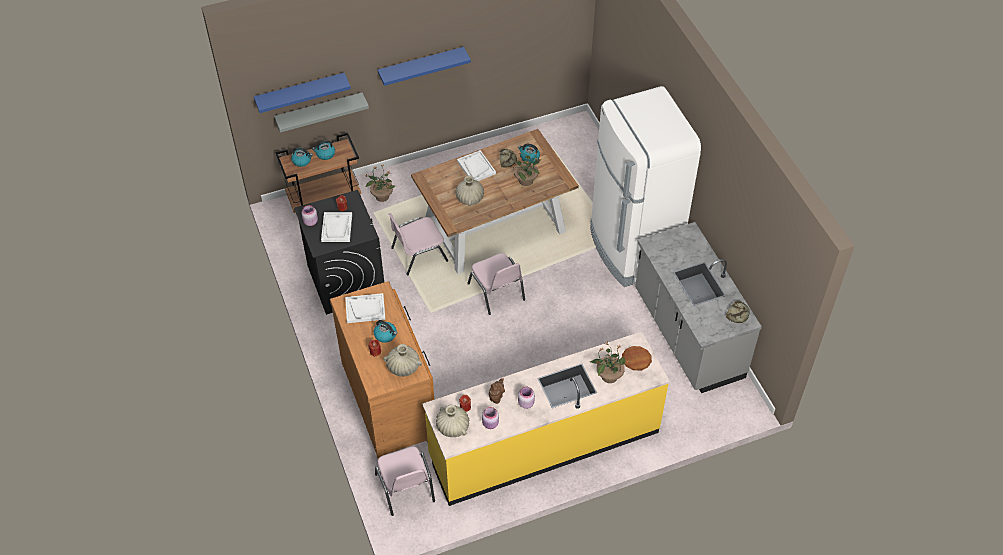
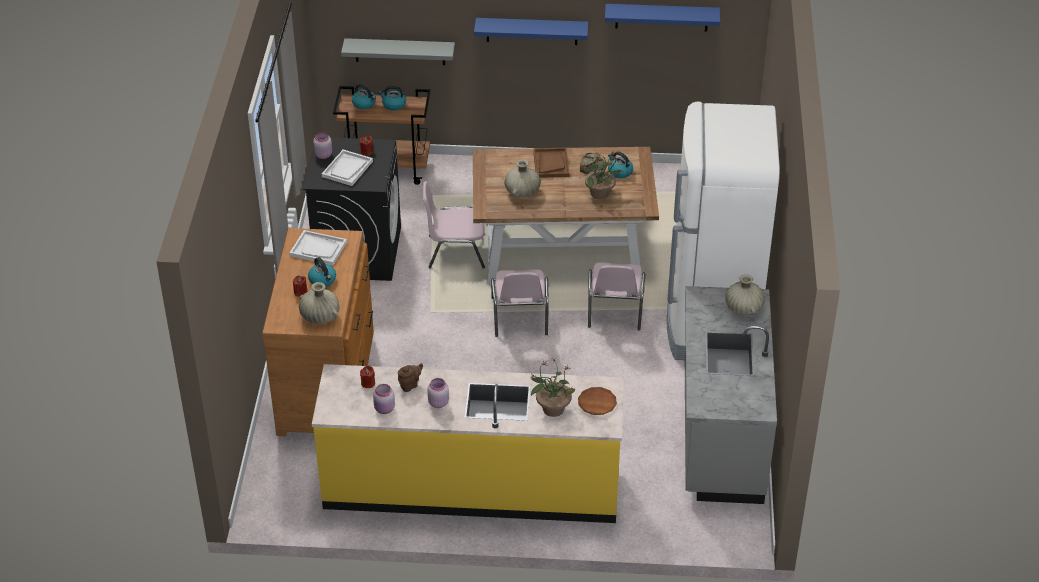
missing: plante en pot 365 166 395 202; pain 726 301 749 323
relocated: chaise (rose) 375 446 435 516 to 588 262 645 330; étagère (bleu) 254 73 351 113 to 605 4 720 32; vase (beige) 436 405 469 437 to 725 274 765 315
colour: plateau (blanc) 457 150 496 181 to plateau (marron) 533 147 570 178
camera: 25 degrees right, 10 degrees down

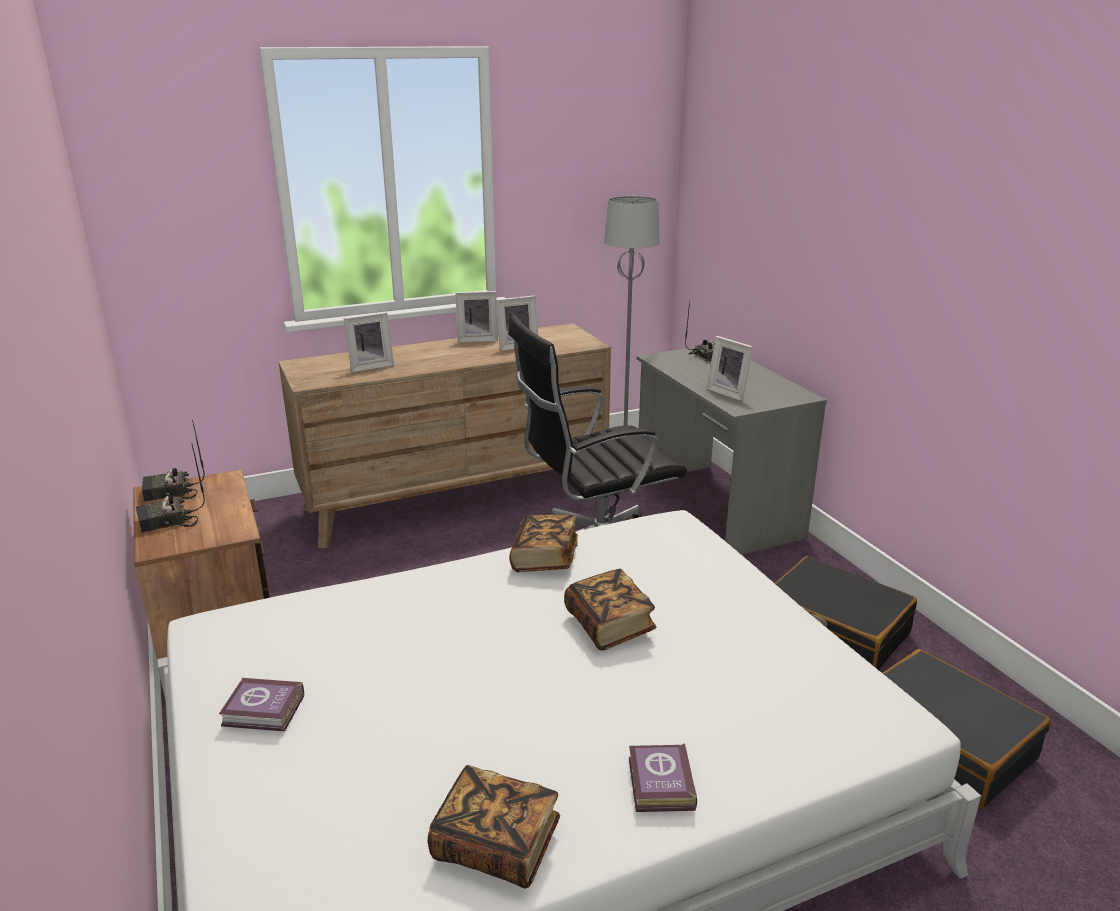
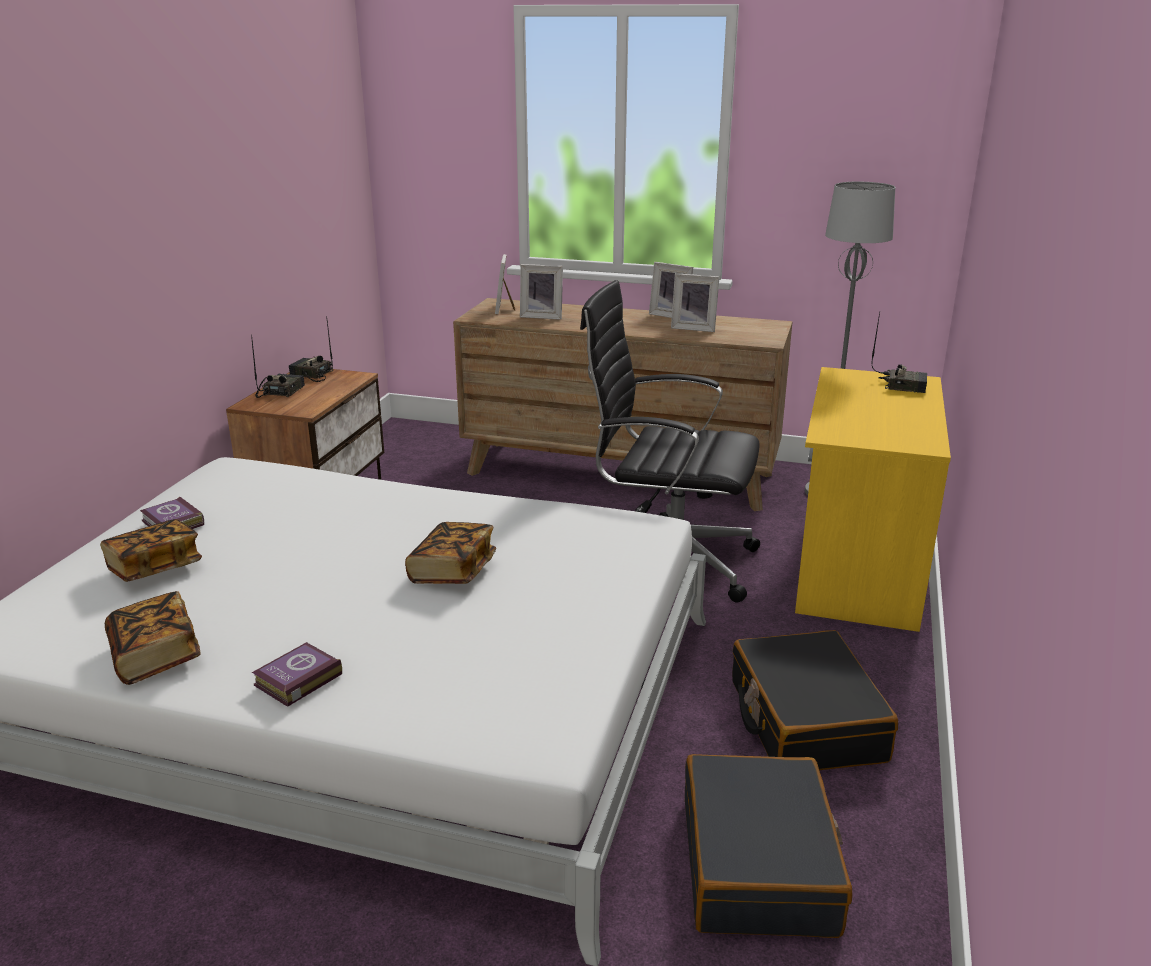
relocated: livre 510 514 578 572 to 100 519 202 582; cadre photo 707 336 753 401 to 495 254 515 315
colour: bureau (gris) 636 347 827 555 to bureau (jaune) 795 367 951 632
spun: radio 136 443 205 532 = 251 335 305 398 90 degrees clockwise
camera: 40 degrees right, 0 degrees up

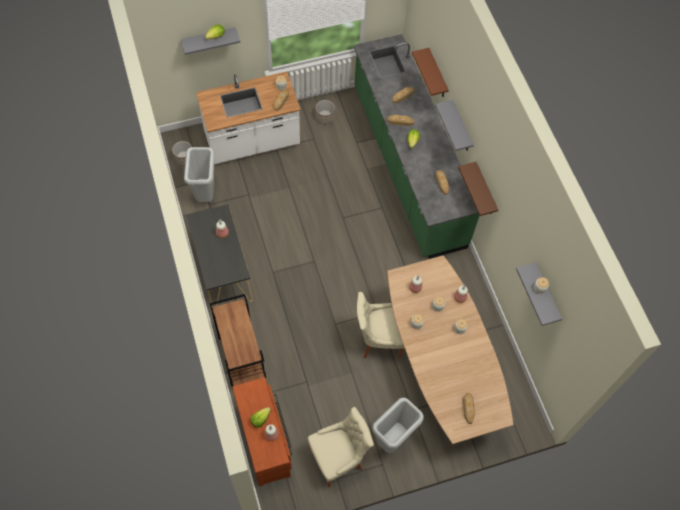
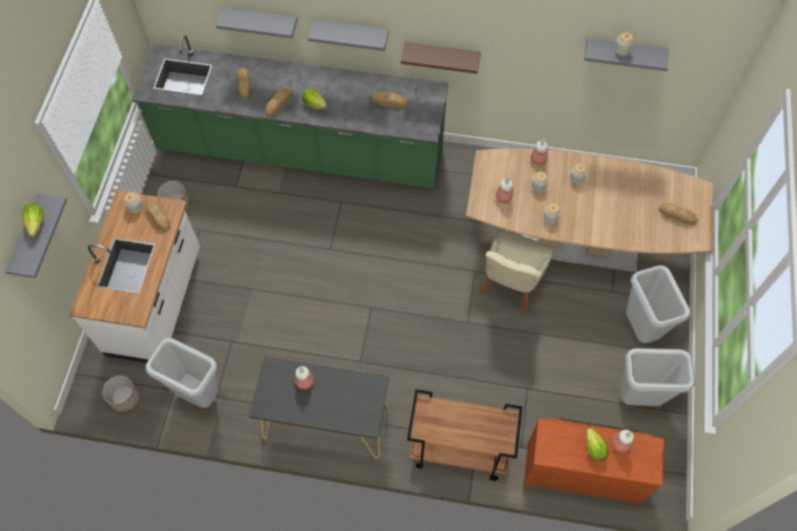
exchanged: chaise (beige) 308 407 374 488 to poubelle (gris) 620 348 695 406
colour: étagère (marron) 412 48 449 97 to étagère (gris) 216 7 298 38
camera: 60 degrees left, 0 degrees up

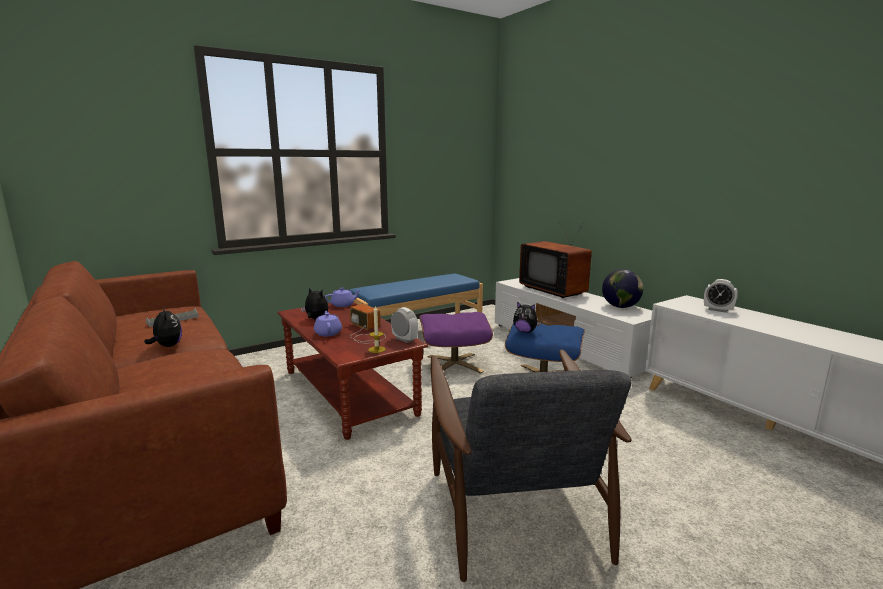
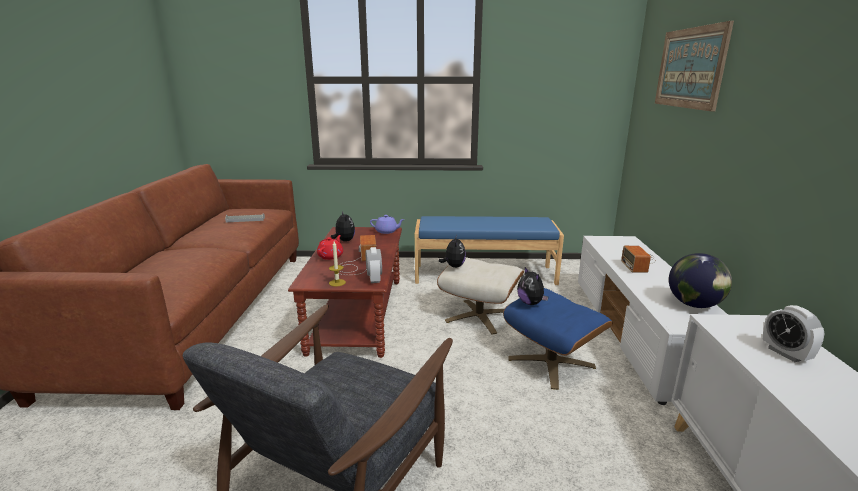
appeared: tableau 655 21 734 112
relocated: peluche 144 306 182 347 to 439 235 466 268
exchanged: téléviseur 519 222 592 298 to radio 621 246 656 273
colour: théière (violet) 314 311 342 336 to théière (rouge) 317 235 343 260; pouf (violet) 419 312 493 374 to pouf (beige) 437 257 524 335
camera: 35 degrees right, 5 degrees up

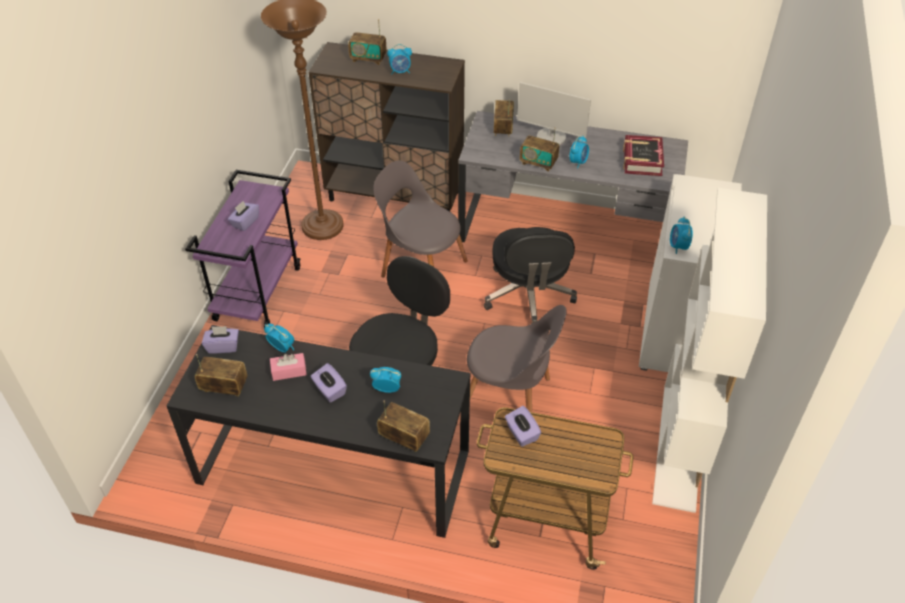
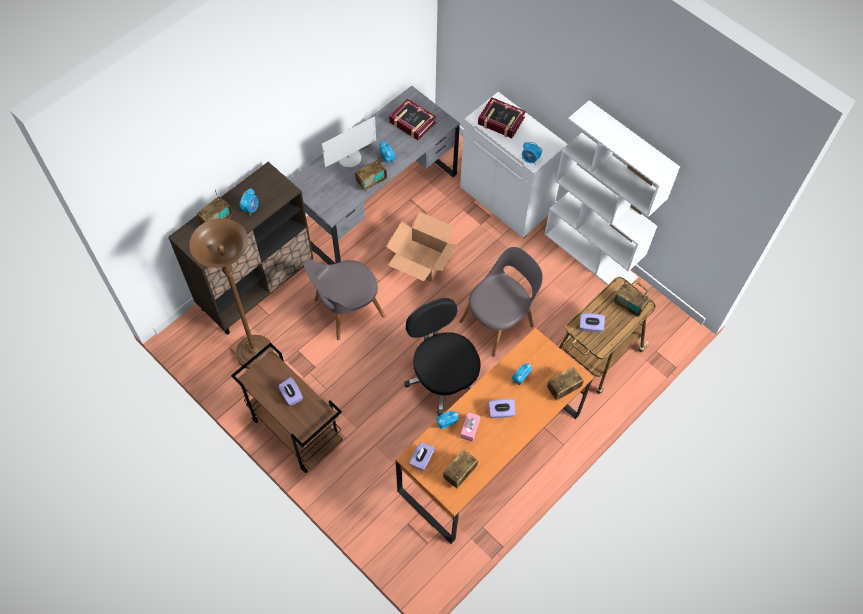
appeared: livre 478 97 526 138
relocated: radio 494 99 514 137 to 614 283 650 317
exchanged: chaise de bureau (noir) 484 227 577 324 to carton 386 212 457 282
colour: chariot (violet) 185 170 301 327 to chariot (marron) 231 343 343 473; bureau (noir) 167 325 471 538 to bureau (orange) 395 328 593 544
camera: 60 degrees left, 15 degrees up

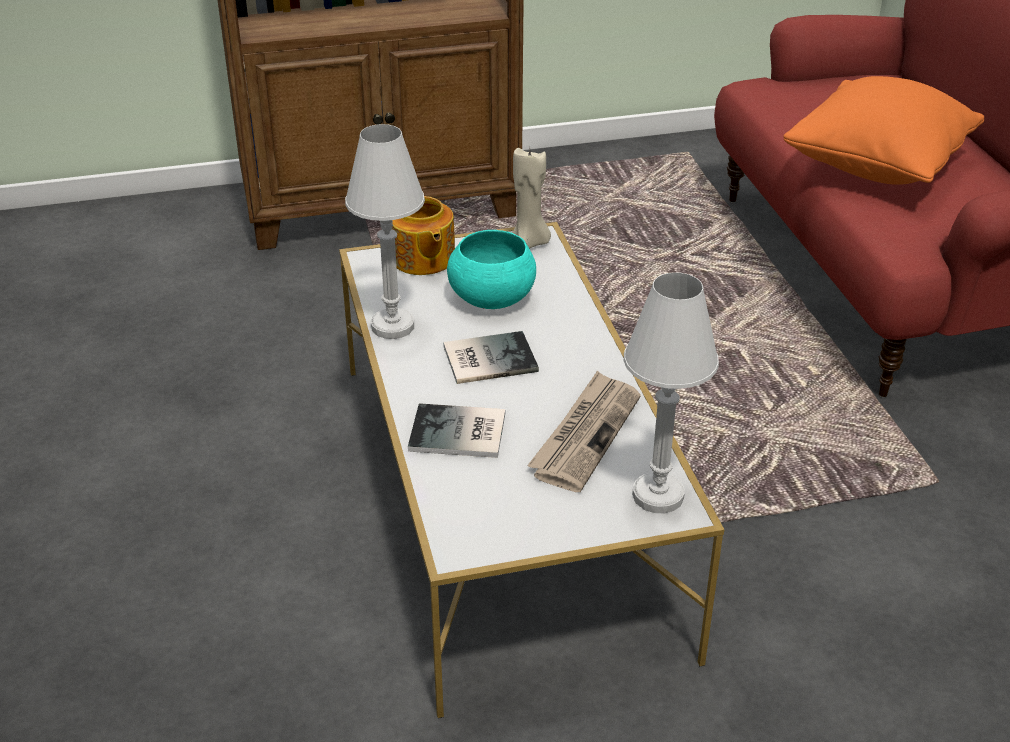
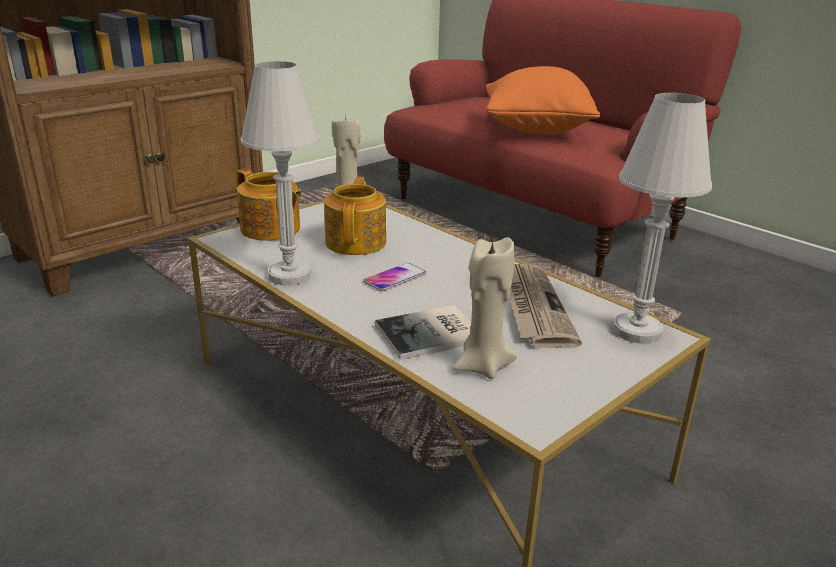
appeared: bougie (beige) 453 237 517 379
exchanged: bol (turquoise) 447 230 536 309 to théière 324 177 386 255; livre 443 331 539 384 to téléphone 363 263 426 291
camera: 30 degrees left, 10 degrees down

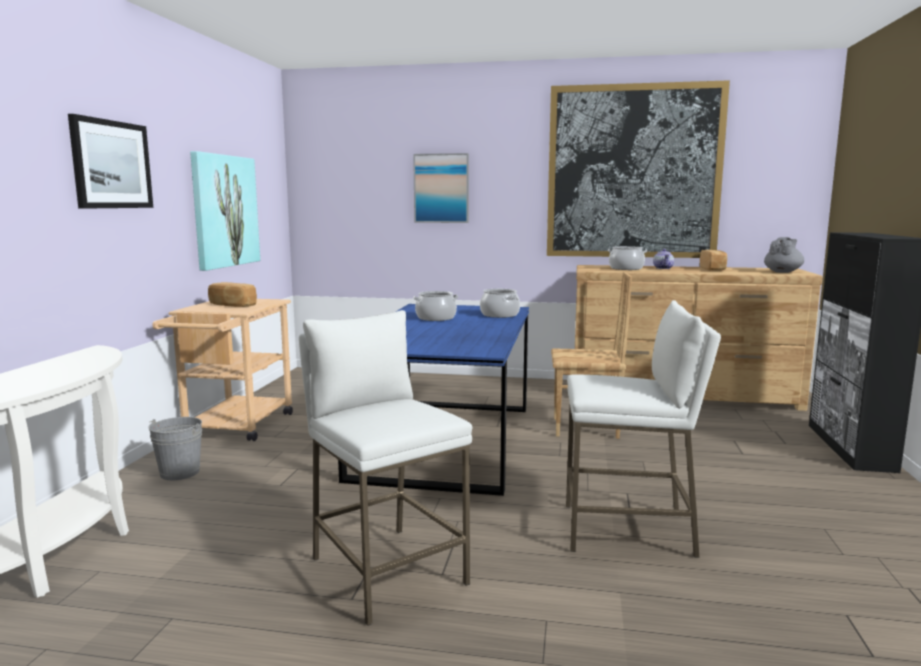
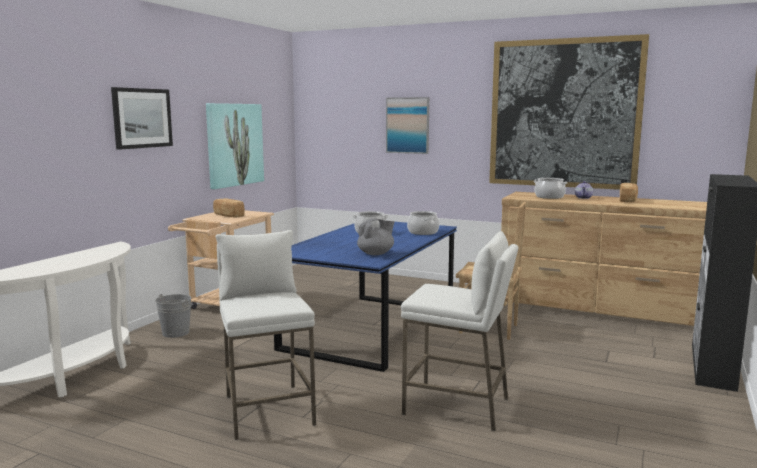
relocated: théière (gris) 764 237 804 273 to 357 218 395 255
camera: 15 degrees right, 0 degrees up

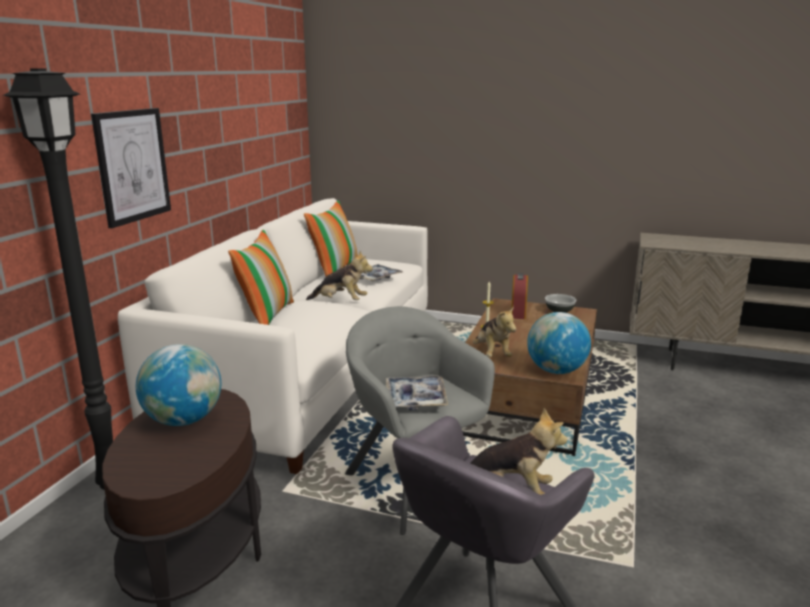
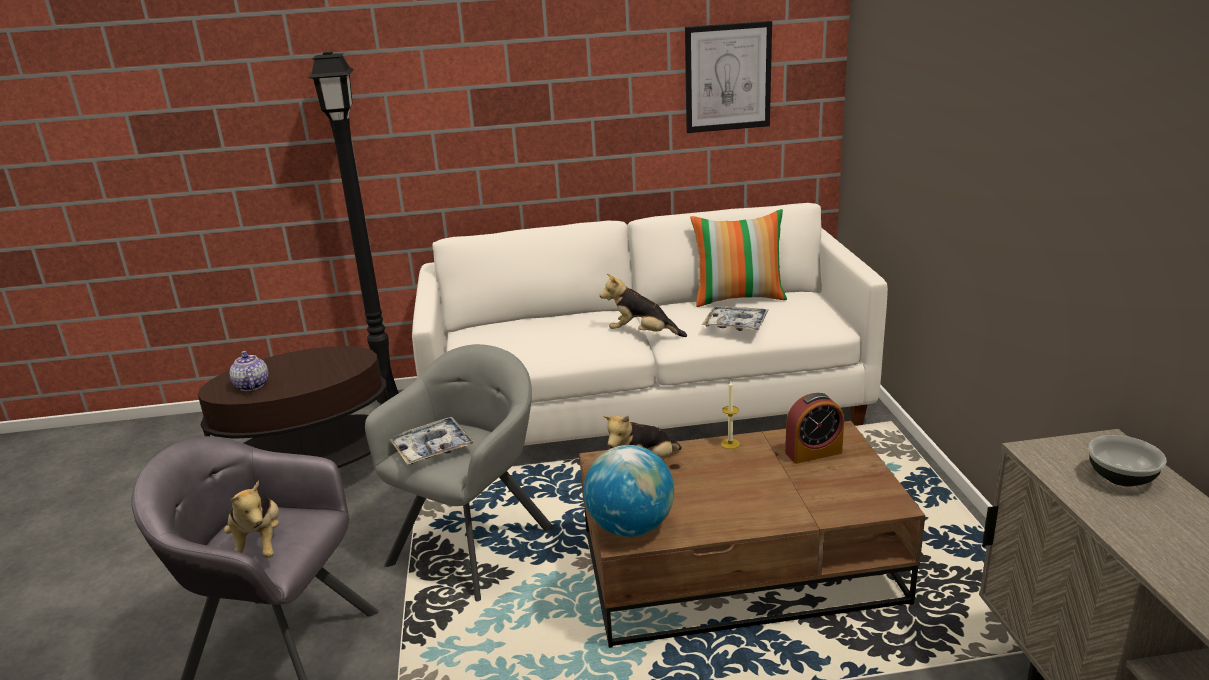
missing: globe 136 344 221 426; coussin 228 229 294 325
appeared: théière 229 351 269 391
relocated: tableau 91 108 171 228 to 685 21 772 133; bol 545 294 576 313 to 1088 435 1167 487
spun: peluche 306 251 373 300 = 600 273 687 337 120 degrees clockwise
camera: 65 degrees right, 5 degrees up

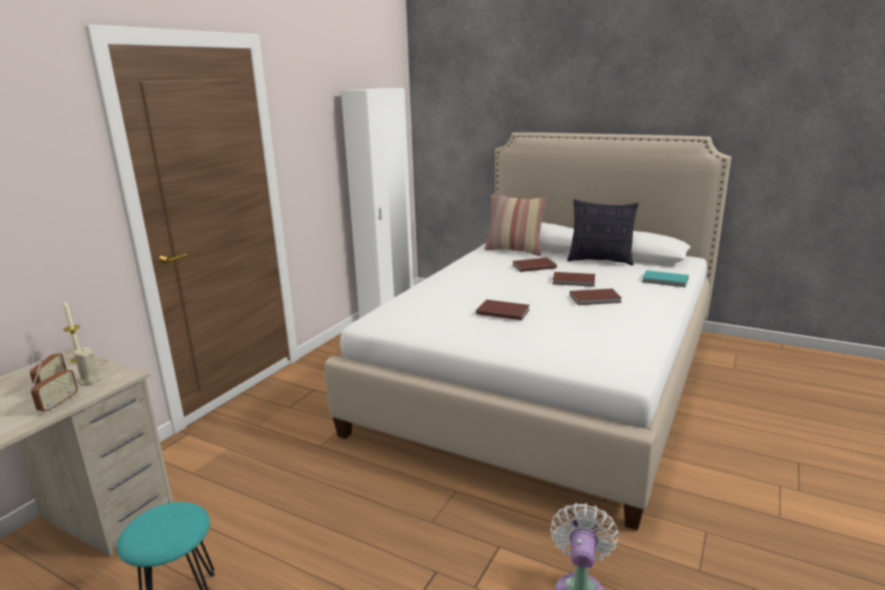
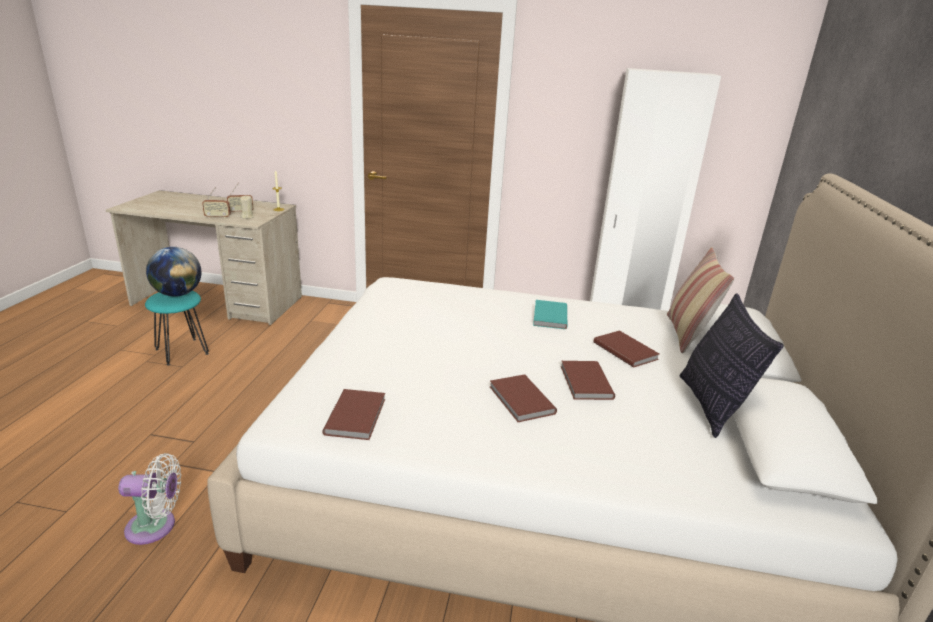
appeared: globe 146 247 201 297
relocated: livre (marron) 476 299 530 320 to 322 389 385 440; livre (turquoise) 642 270 689 287 to 533 300 567 329
camera: 70 degrees right, 5 degrees up

